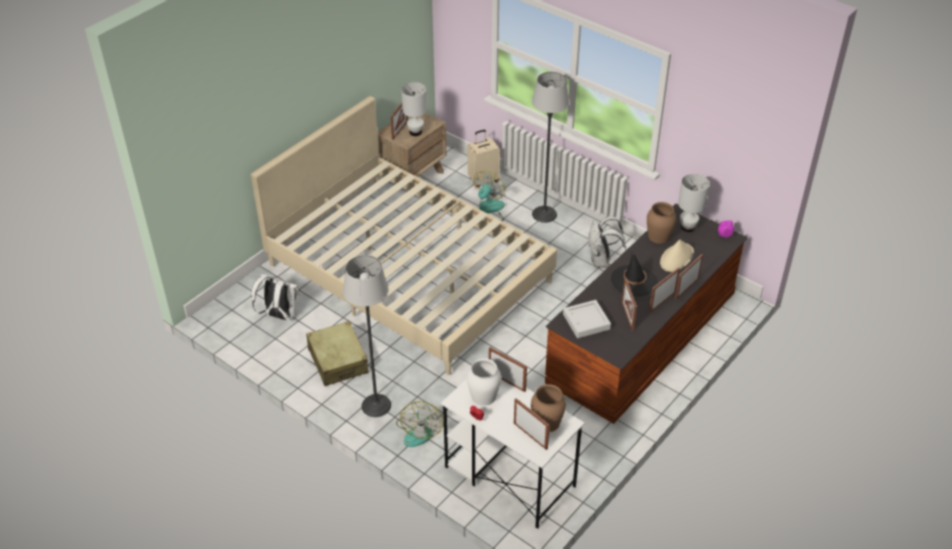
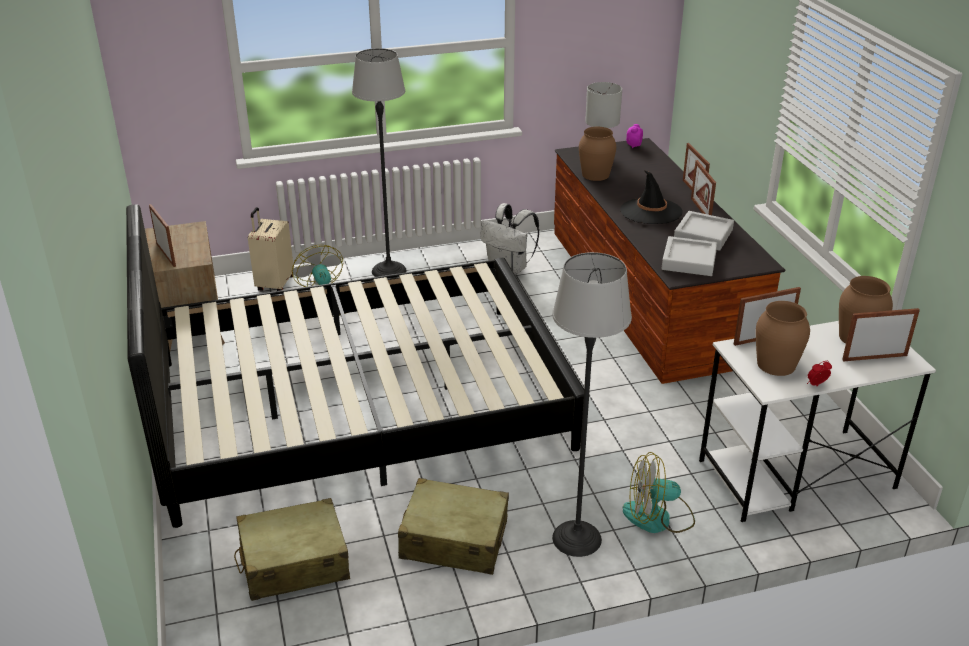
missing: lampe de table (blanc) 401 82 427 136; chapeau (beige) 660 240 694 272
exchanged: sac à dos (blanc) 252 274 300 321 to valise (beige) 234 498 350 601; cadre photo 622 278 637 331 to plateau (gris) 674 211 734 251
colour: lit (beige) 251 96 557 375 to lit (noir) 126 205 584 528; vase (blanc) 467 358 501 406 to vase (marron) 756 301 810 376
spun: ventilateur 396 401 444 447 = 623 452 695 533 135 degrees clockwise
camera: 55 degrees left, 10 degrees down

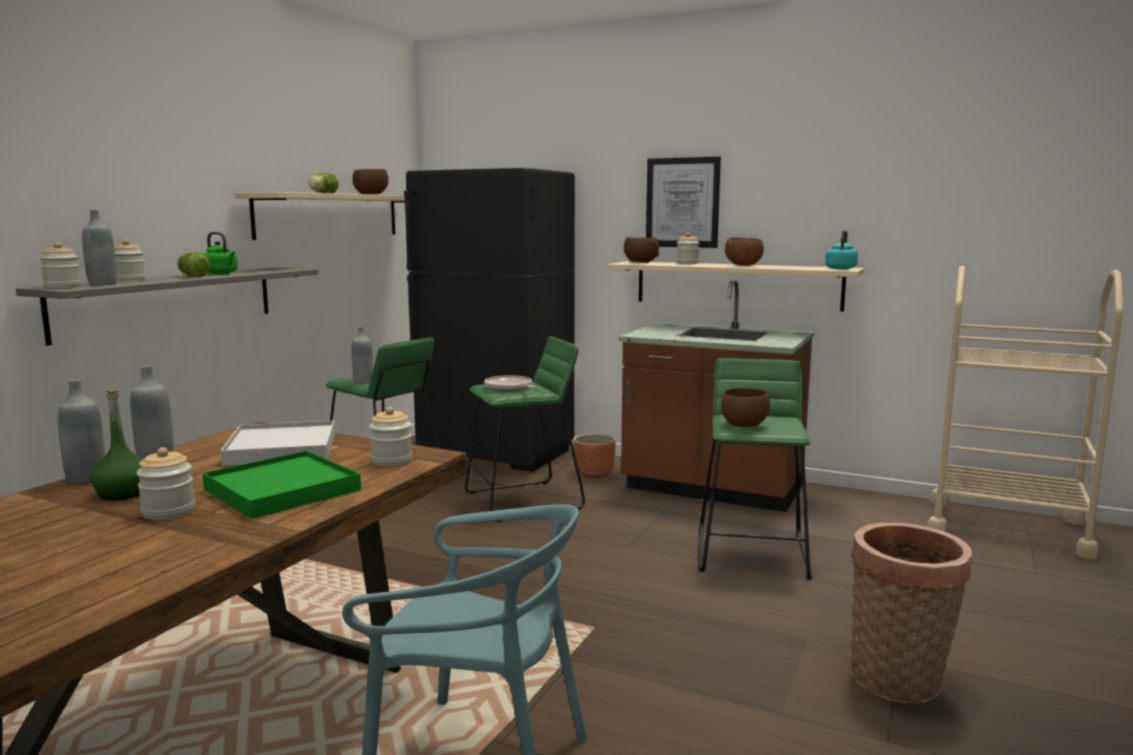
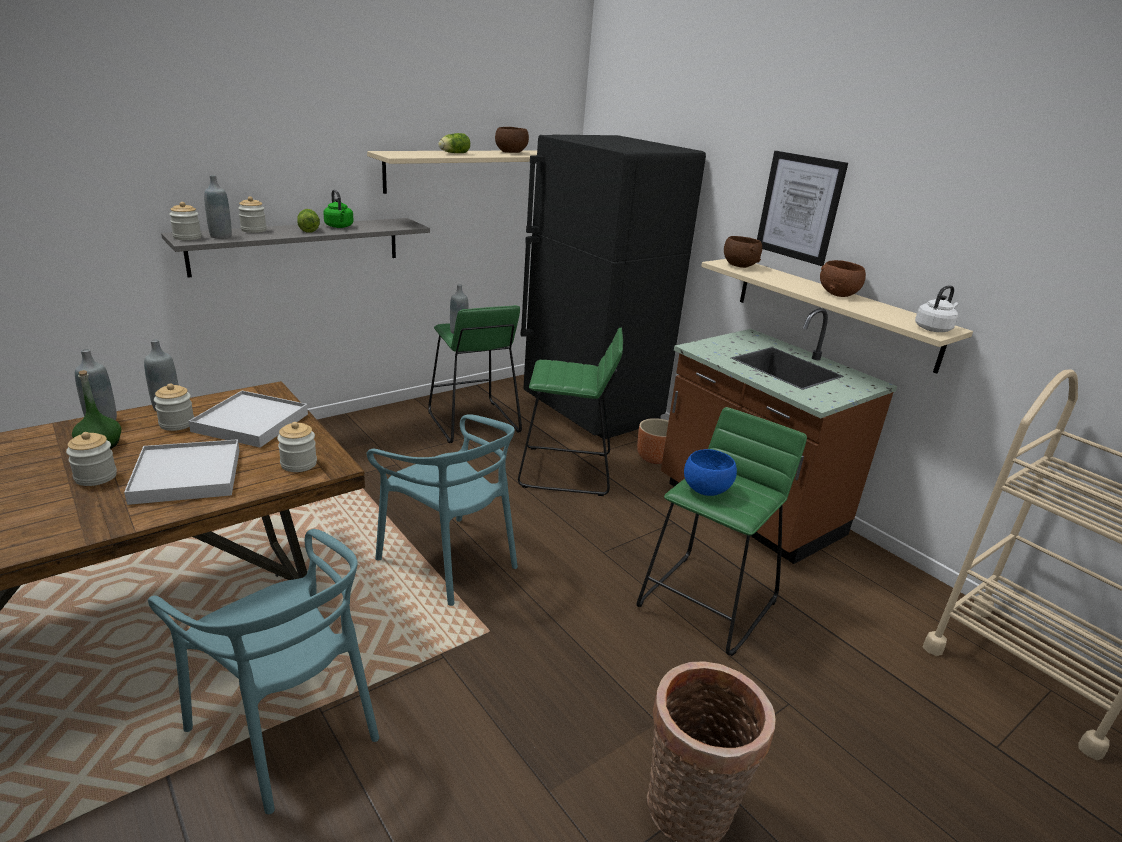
missing: poêle 484 375 536 391
appeared: chaise (turquoise) 367 414 518 606
relocated: bocal 676 233 699 264 to 154 383 194 431
colour: plateau (vert) 203 451 361 519 to plateau (blanc) 124 439 240 505; bol (marron) 721 388 770 427 to bol (bleu) 684 449 737 496; bouilloire (turquoise) 825 230 858 270 to bouilloire (blanc) 915 285 958 332
camera: 25 degrees right, 15 degrees up

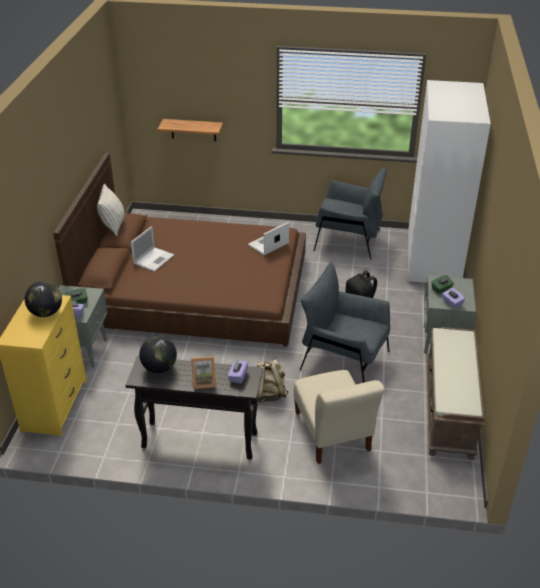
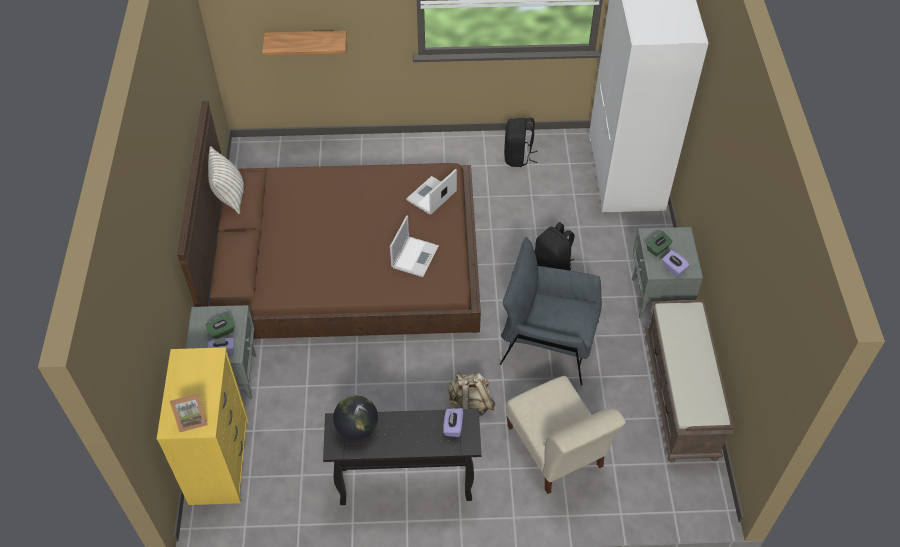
missing: globe 25 281 62 317
relocated: cadre photo 191 356 216 389 to 170 394 208 432; ordinateur portable 131 226 174 272 to 390 215 439 277
exchanged: fauteuil (gris) 313 167 387 260 to sac à dos (noir) 504 118 538 167
camera: 10 degrees left, 15 degrees up

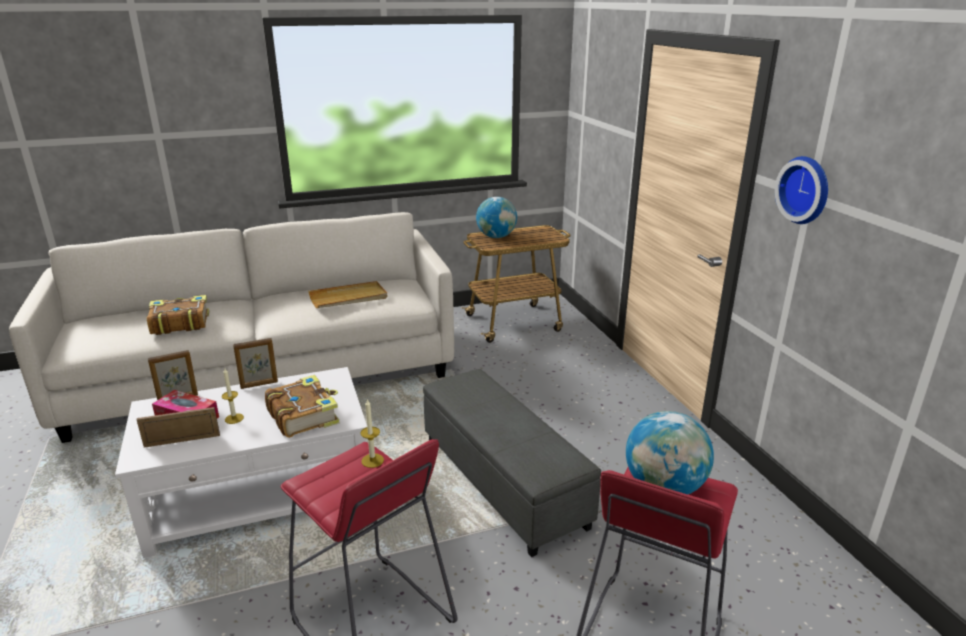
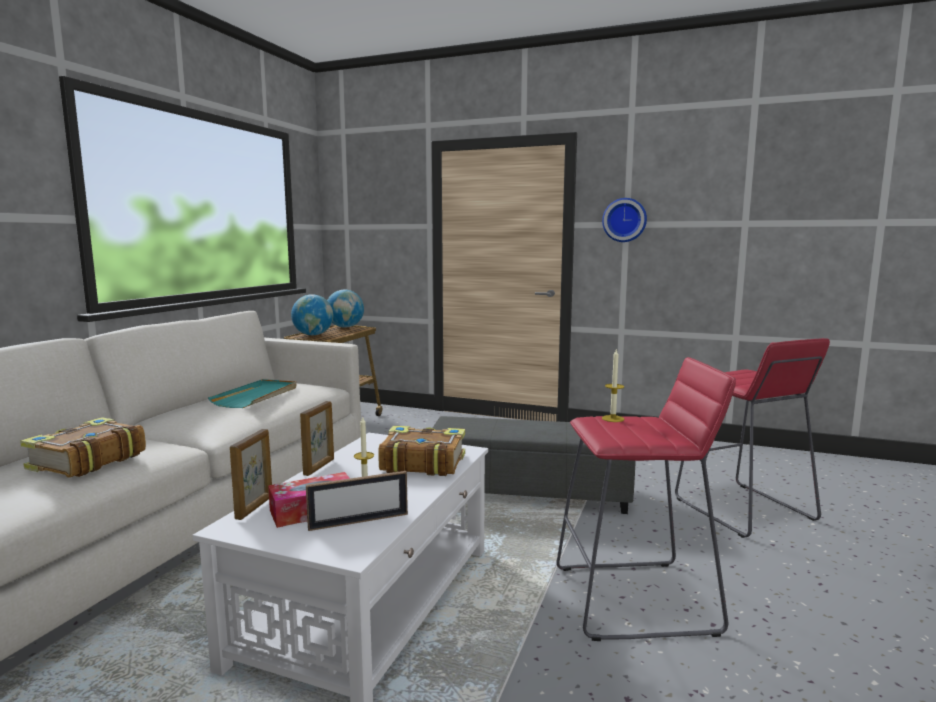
relocated: globe 626 411 714 495 to 327 290 364 328
colour: plateau (beige) 308 281 387 308 to plateau (turquoise) 208 379 297 408
spun: cadre photo 137 407 220 448 = 306 471 408 531 135 degrees counterclockwise
camera: 50 degrees left, 15 degrees down

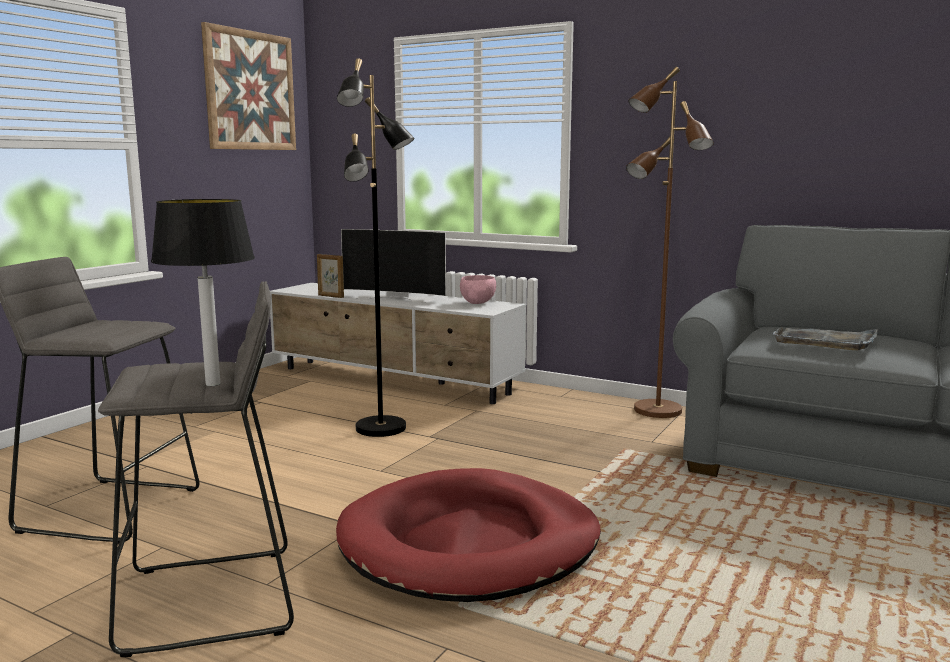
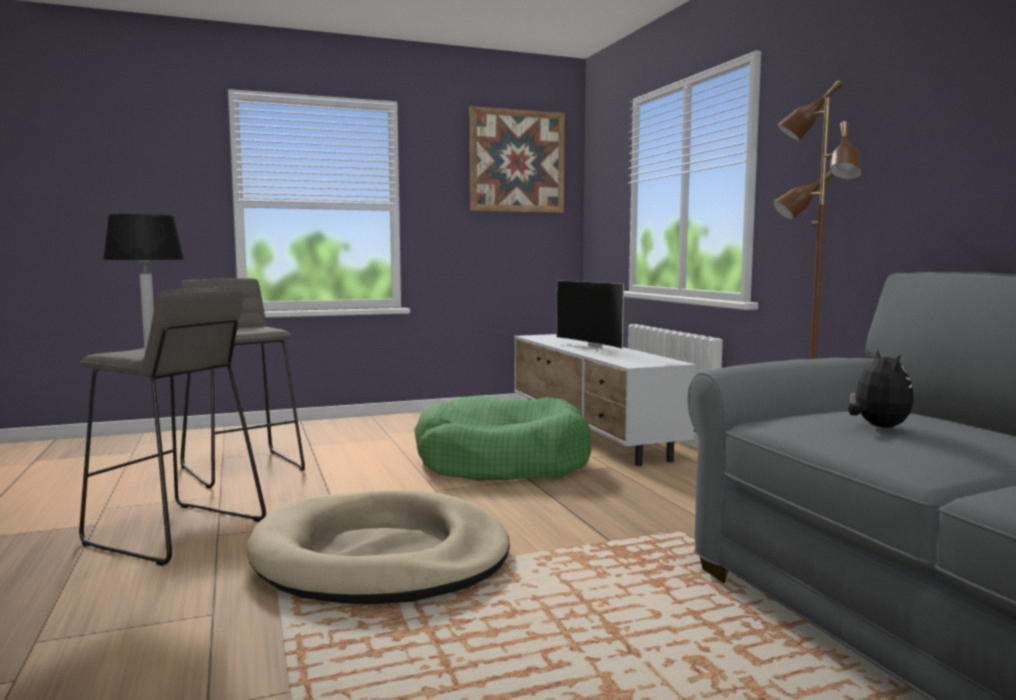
missing: cadre photo 317 254 344 298; bol (rose) 460 275 496 304
exchanged: lampadaire (noir) 337 58 414 437 to panier pour chien (vert) 414 396 591 481; plateau (gris) 773 327 878 351 to peluche 848 349 914 428
colour: panier pour chien (rouge) 336 468 601 602 to panier pour chien (beige) 247 489 510 604
camera: 40 degrees right, 5 degrees down

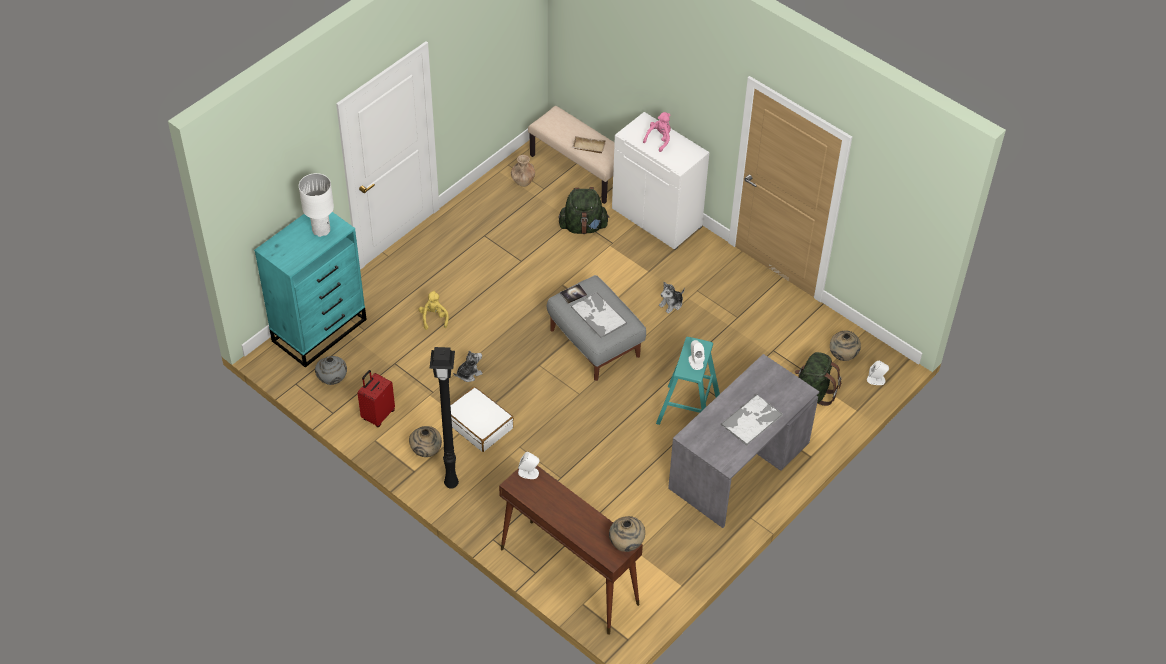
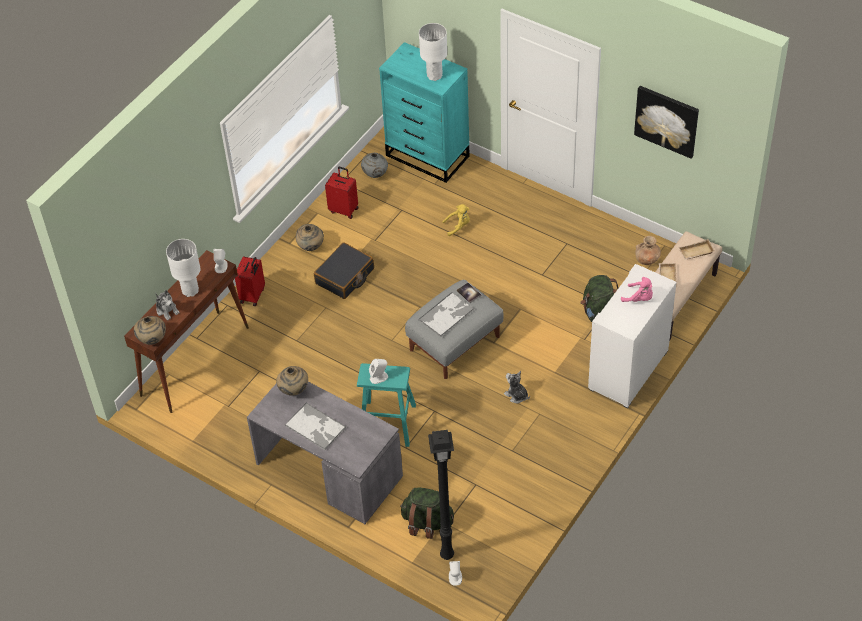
appeared: lampe de table (blanc) 166 239 200 297; valise (rouge) 235 256 265 306; tableau 634 86 699 159; plateau (beige) 679 239 714 260
relocated: peluche 453 350 483 382 to 155 290 180 320; vase (beige) 830 331 861 361 to 276 366 308 396; lampadaire (noir) 429 347 459 489 to 428 430 454 560
colour: valise (blanc) 450 387 514 452 to valise (noir) 314 242 374 299
camera: 85 degrees right, 0 degrees up

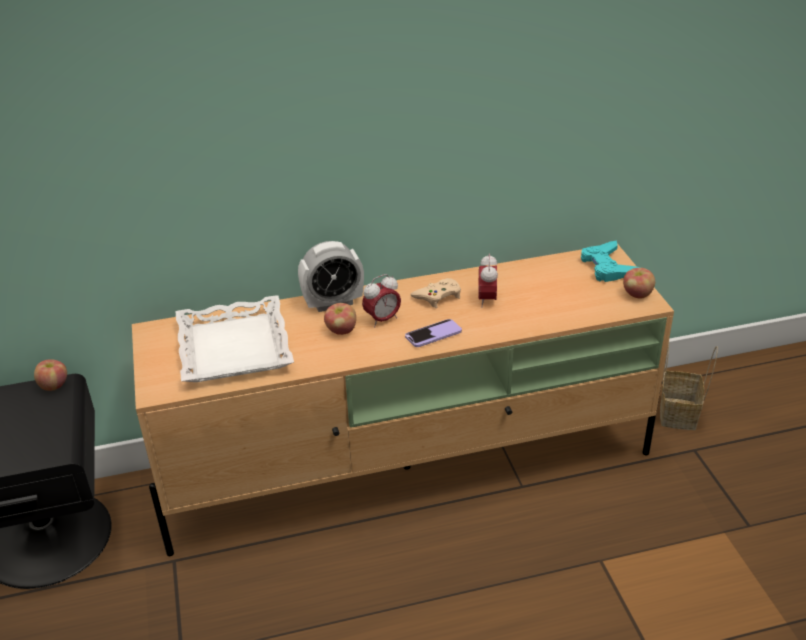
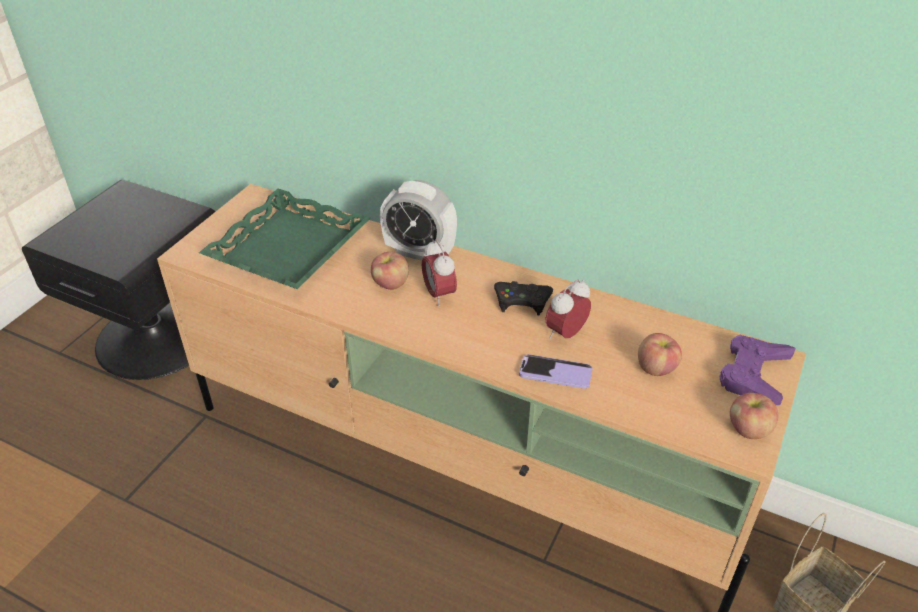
relocated: téléphone 405 319 462 347 to 519 354 592 389; pomme 34 359 67 391 to 638 333 682 376
colour: plateau (blanc) 175 295 294 382 to plateau (vert) 199 189 370 289; manette (beige) 411 278 461 308 to manette (noir) 494 281 553 315; manette (turquoise) 581 241 640 282 to manette (violet) 720 335 796 405
spun: réveil 362 274 401 327 = 422 239 457 306 60 degrees clockwise
camera: 40 degrees right, 5 degrees up

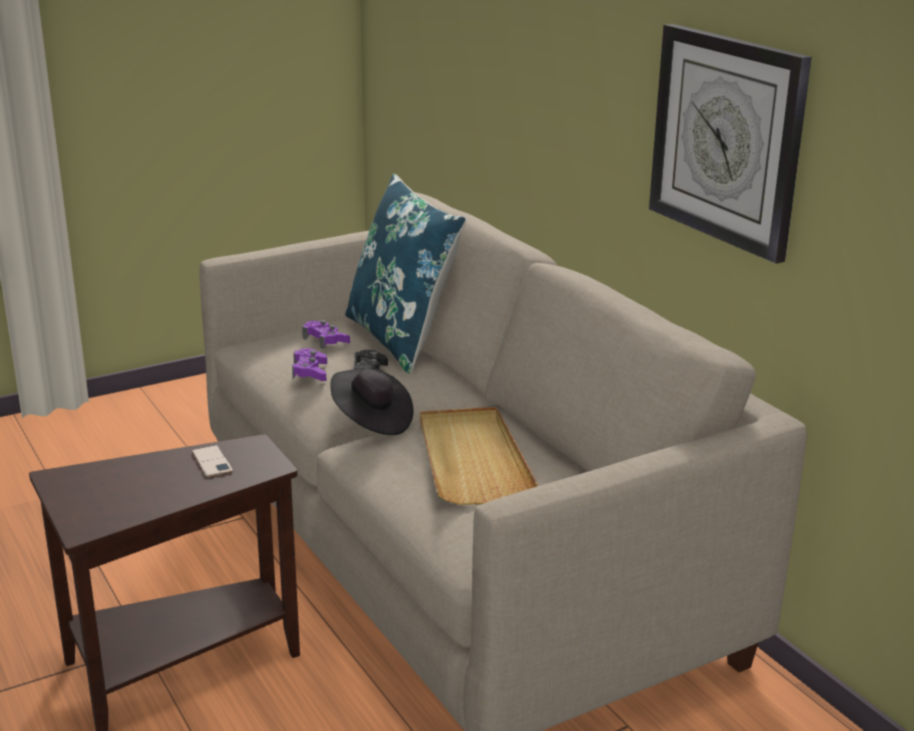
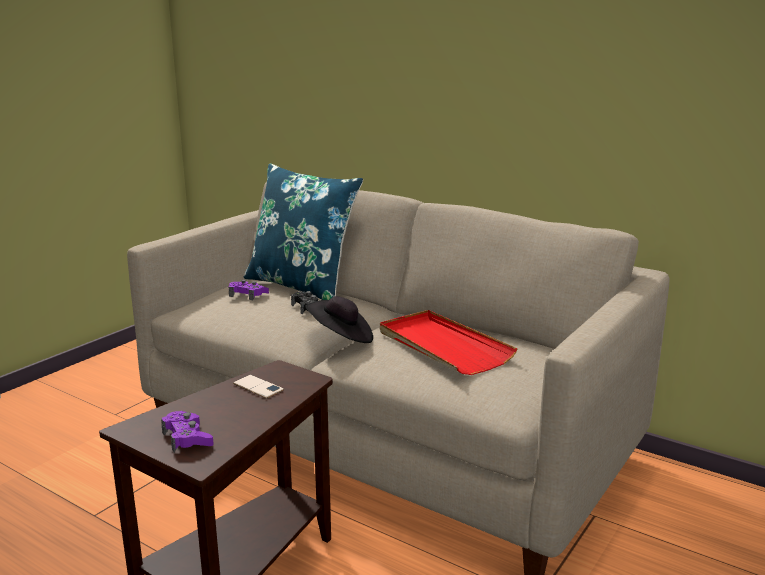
missing: horloge murale 649 24 812 264
relocated: manette (violet) 292 348 327 381 to 161 411 214 452
colour: plateau (beige) 420 407 538 505 to plateau (rouge) 380 310 518 375
camera: 25 degrees left, 5 degrees down

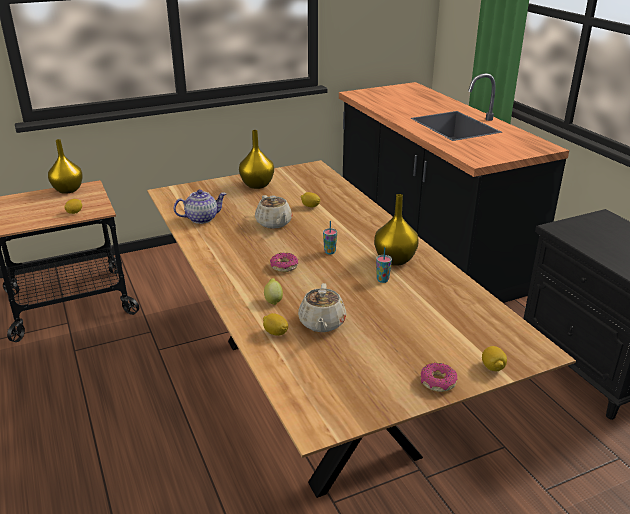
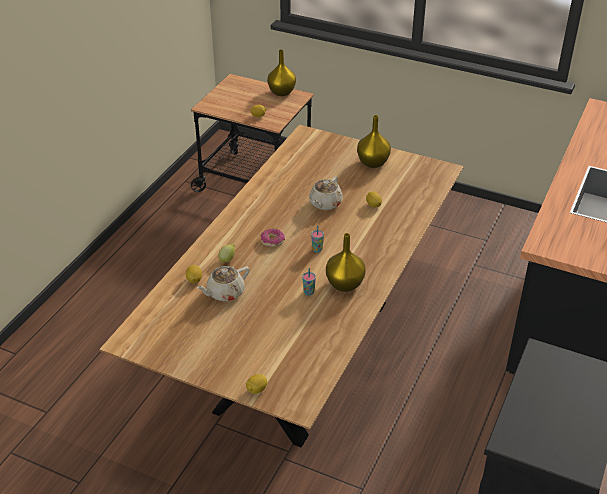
missing: théière 174 190 226 224; beignet 421 363 458 392
camera: 50 degrees right, 10 degrees up

